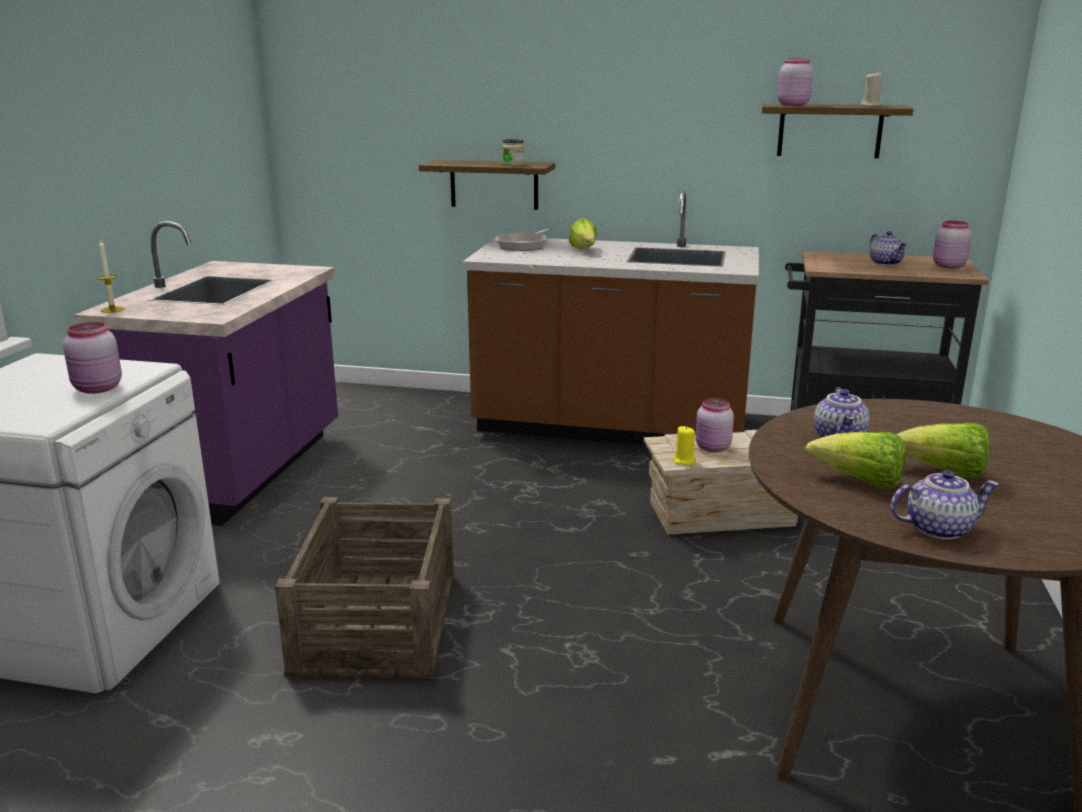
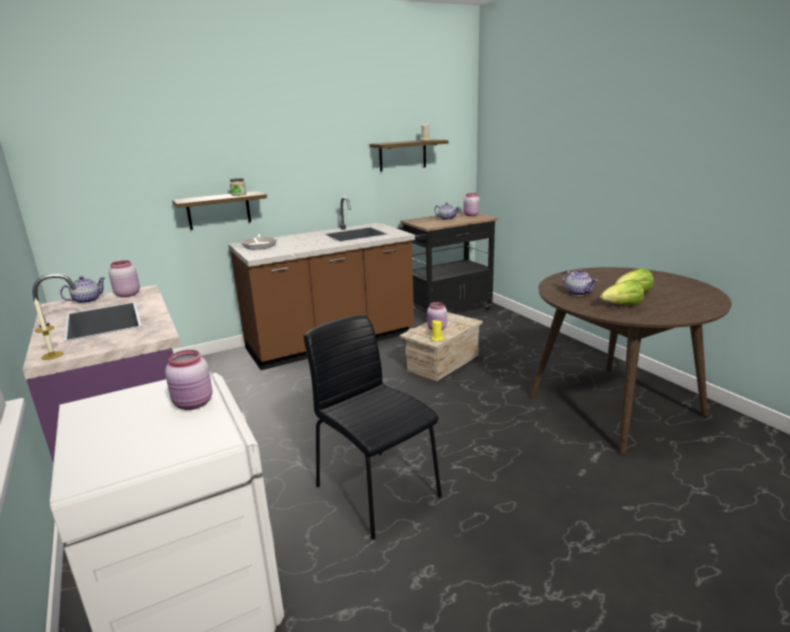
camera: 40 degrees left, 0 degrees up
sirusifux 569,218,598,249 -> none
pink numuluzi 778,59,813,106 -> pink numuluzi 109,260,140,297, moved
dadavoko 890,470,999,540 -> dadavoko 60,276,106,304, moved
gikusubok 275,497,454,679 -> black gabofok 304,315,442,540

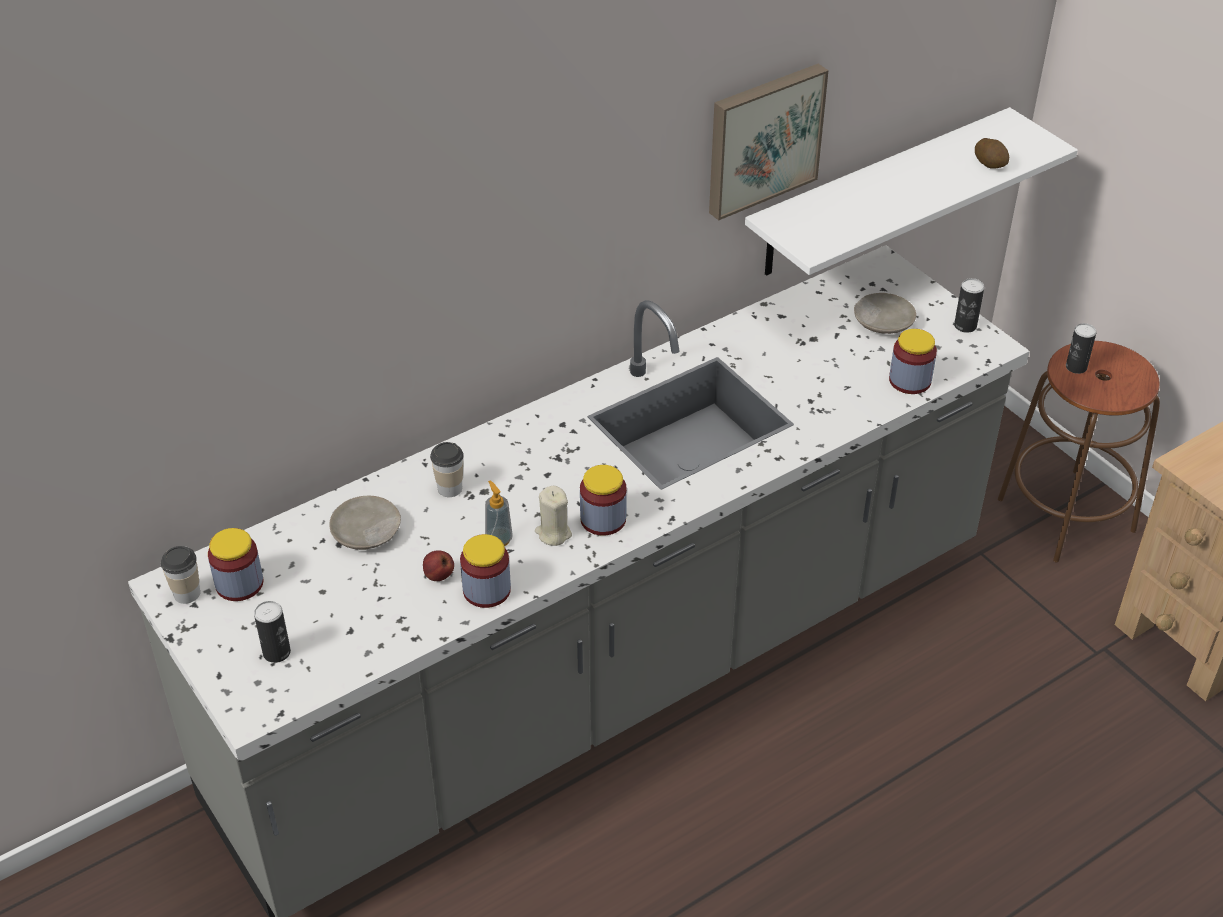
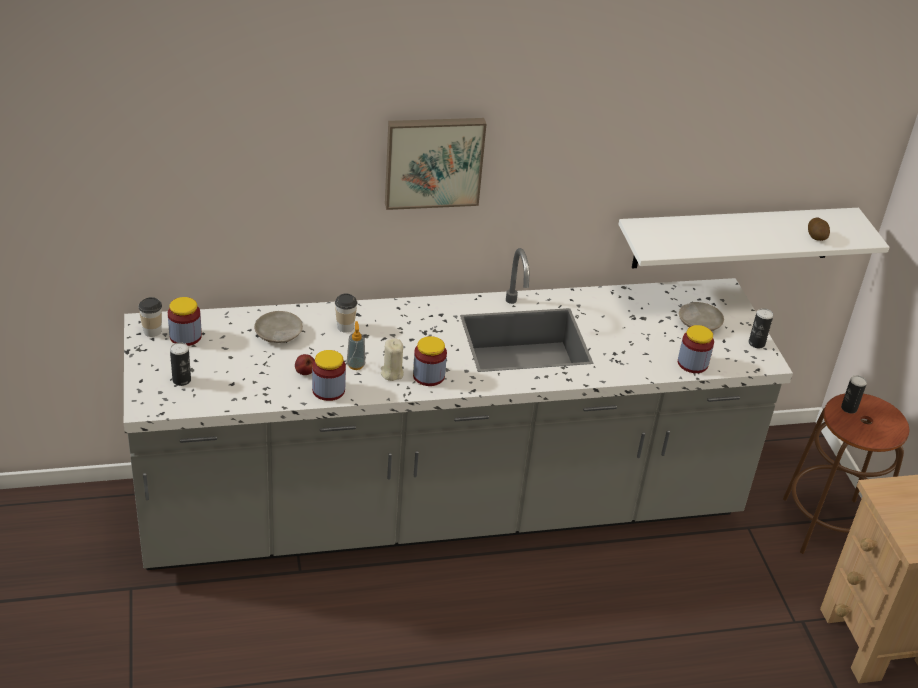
camera: 20 degrees right, 5 degrees down
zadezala 709,64,829,221 -> zadezala 385,118,486,210, moved

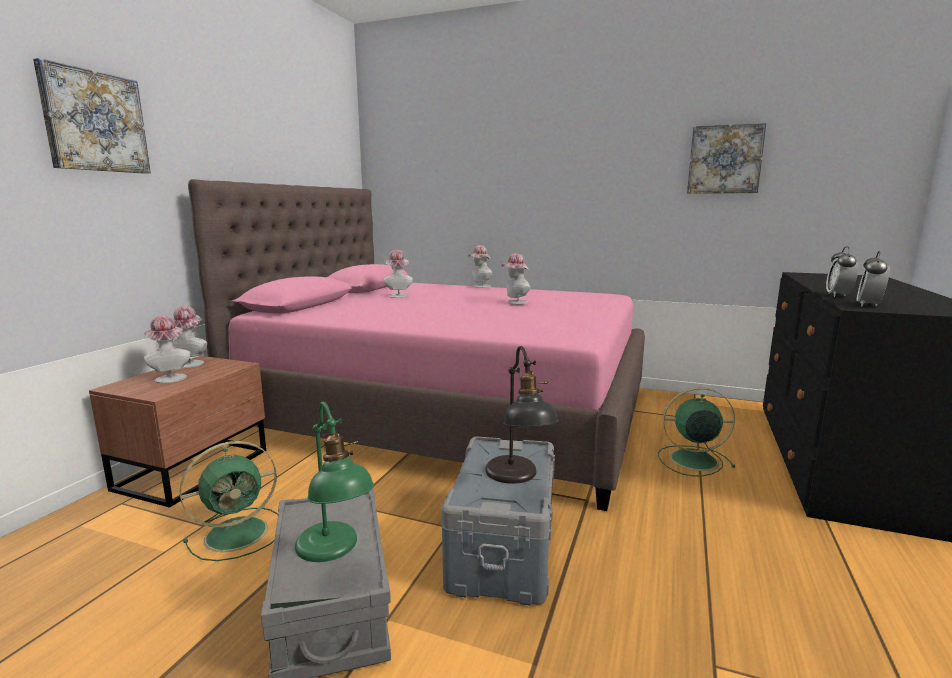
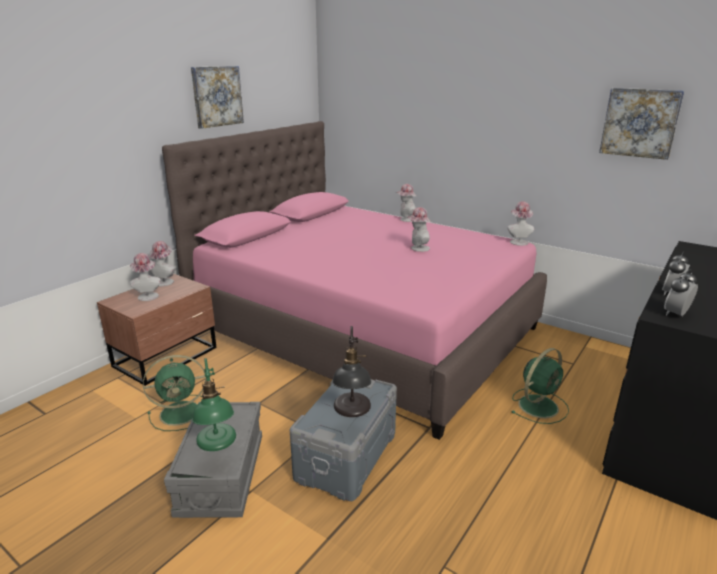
camera: 15 degrees right, 10 degrees up
zadezala 33,58,151,174 -> zadezala 191,66,244,129, moved
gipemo 383,250,413,298 -> gipemo 507,201,534,246, moved
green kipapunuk 658,387,735,476 -> green kipapunuk 511,348,569,424, 120 degrees clockwise

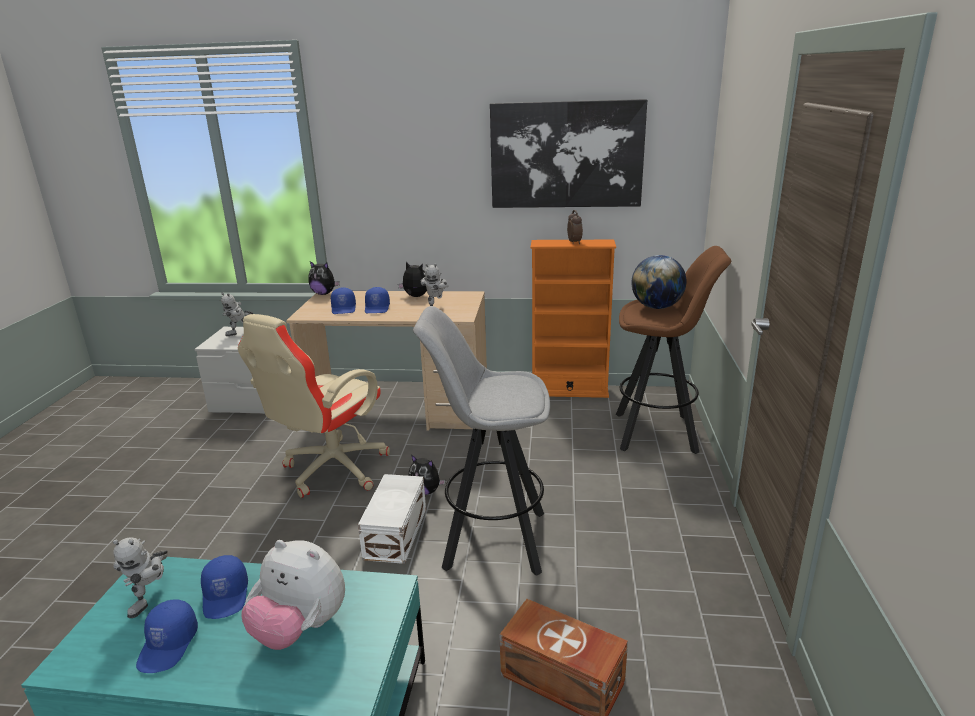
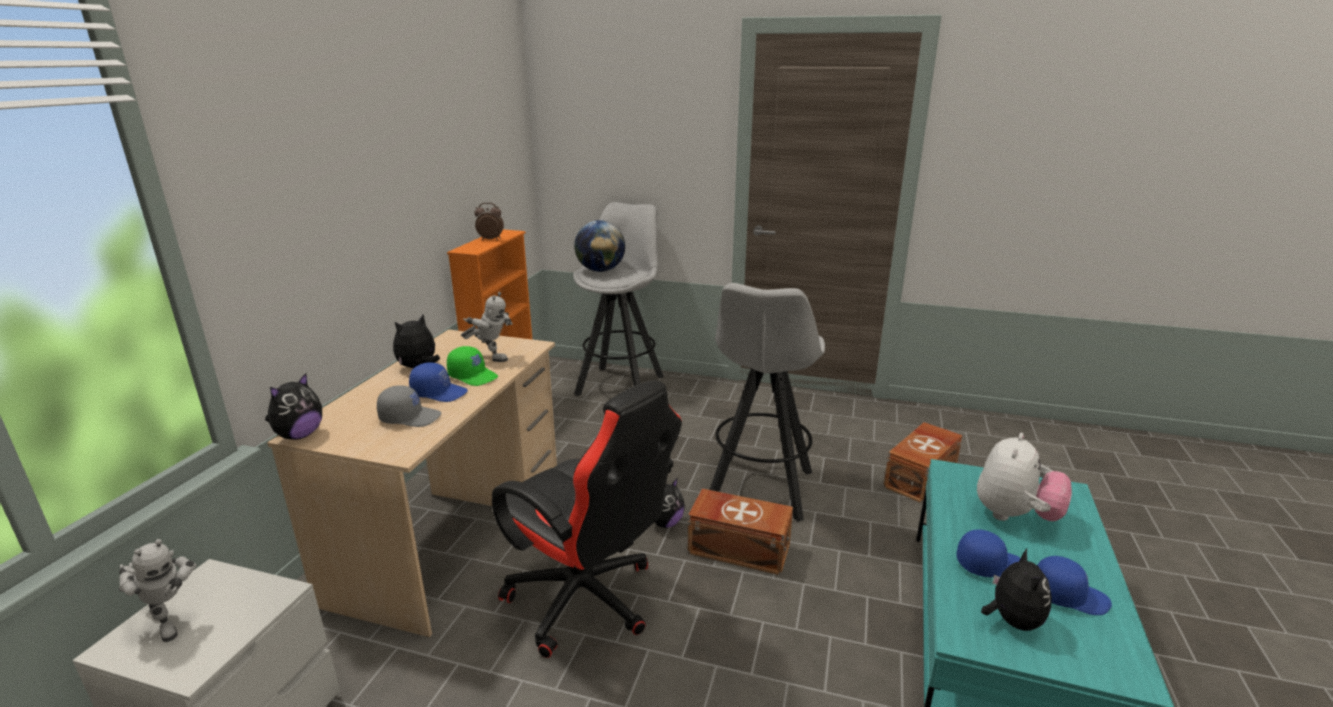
camera: 80 degrees left, 0 degrees up
zadezala 490,99,647,208 -> none
none -> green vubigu 447,346,498,386
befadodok 113,537,168,618 -> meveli 981,549,1052,631
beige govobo 238,314,390,498 -> black govobo 492,380,682,658
blue vubigu 331,287,356,314 -> grey vubigu 377,385,441,427
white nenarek 358,474,426,564 -> brown nenarek 688,488,793,575
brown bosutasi 616,246,731,454 -> grey bosutasi 573,202,664,396

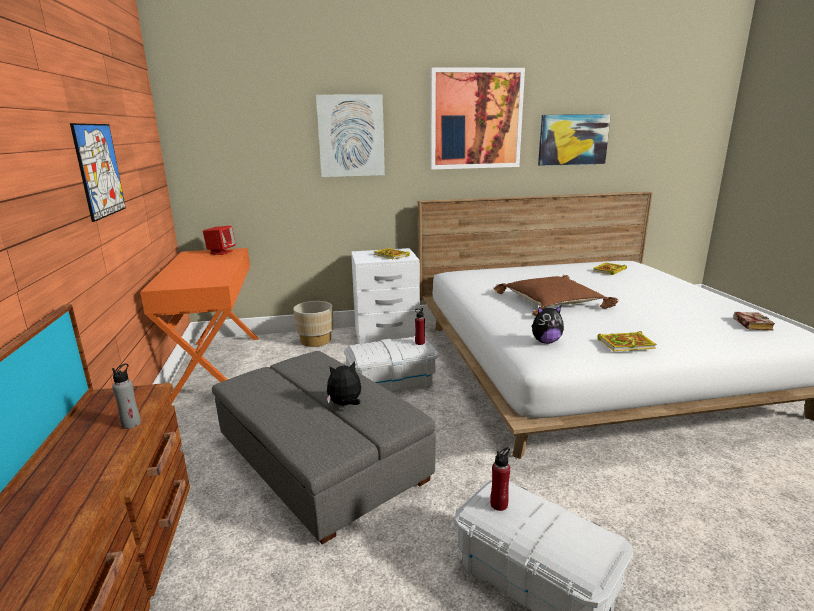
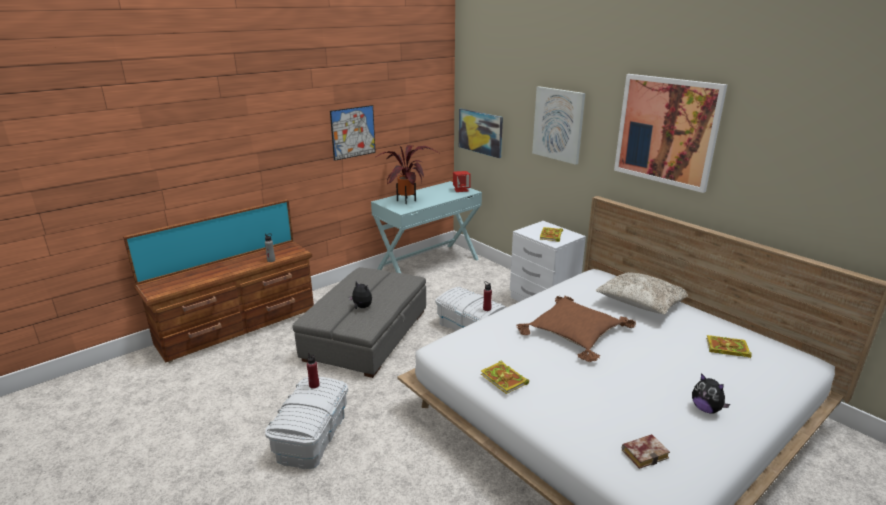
camera: 60 degrees right, 5 degrees up
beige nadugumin 293,301,333,347 -> none
none -> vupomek 376,144,439,204
none -> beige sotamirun 596,272,688,315
meveli 531,306,564,344 -> meveli 692,373,730,413, moved
zadezala 538,114,611,166 -> zadezala 459,109,503,158, moved
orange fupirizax 140,248,259,404 -> turquoise fupirizax 371,181,482,273

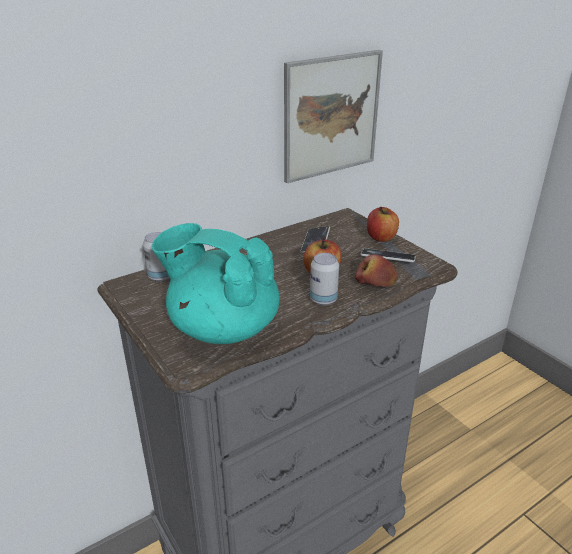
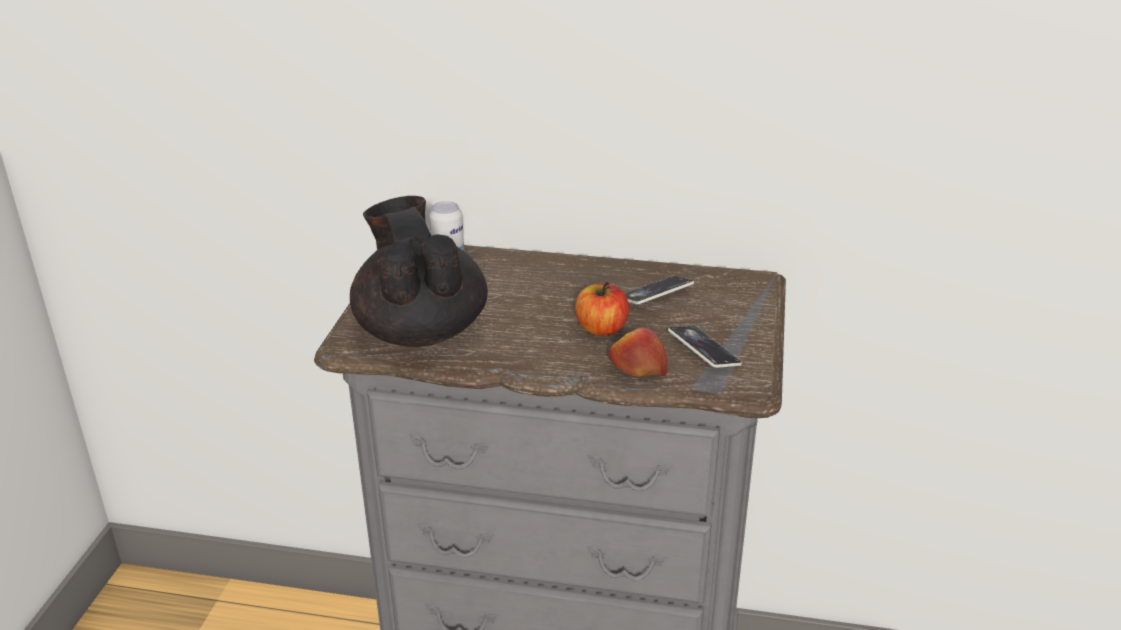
camera: 45 degrees right, 0 degrees up
zadezala 284,50,383,183 -> none
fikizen 310,253,339,305 -> none
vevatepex 367,207,399,242 -> none
turquoise dadavoko 152,223,279,344 -> black dadavoko 350,196,488,347

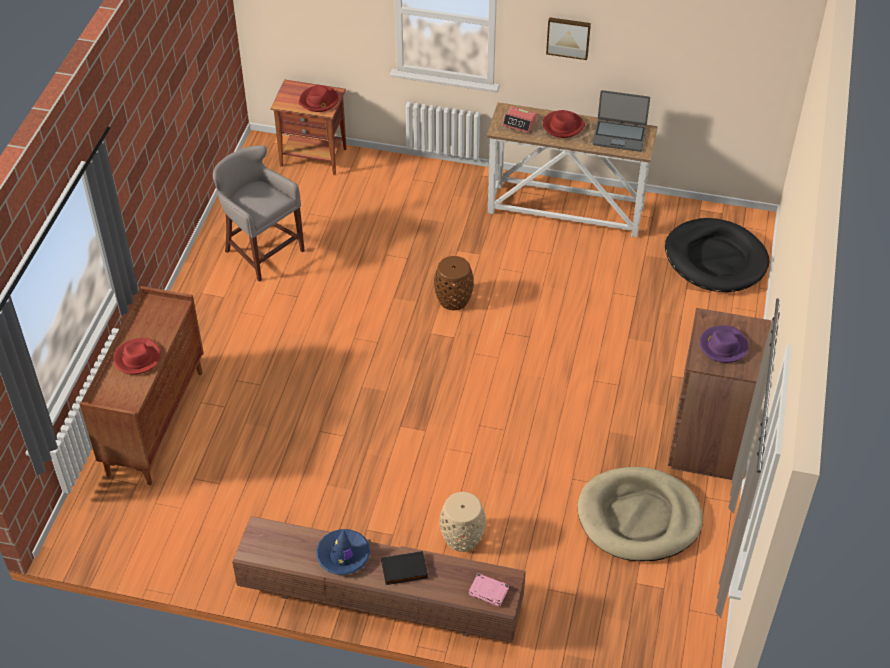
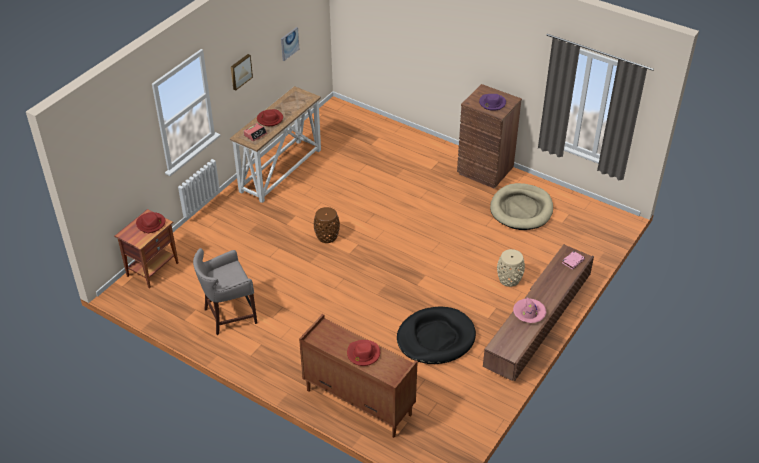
camera: 70 degrees left, 5 degrees down
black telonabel 381,551,428,585 -> none
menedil 592,90,650,152 -> none
none -> zadezala 281,27,299,61
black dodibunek 665,218,770,292 -> black dodibunek 397,307,476,364, moved
blue gipemo 316,529,370,575 -> pink gipemo 513,297,546,323

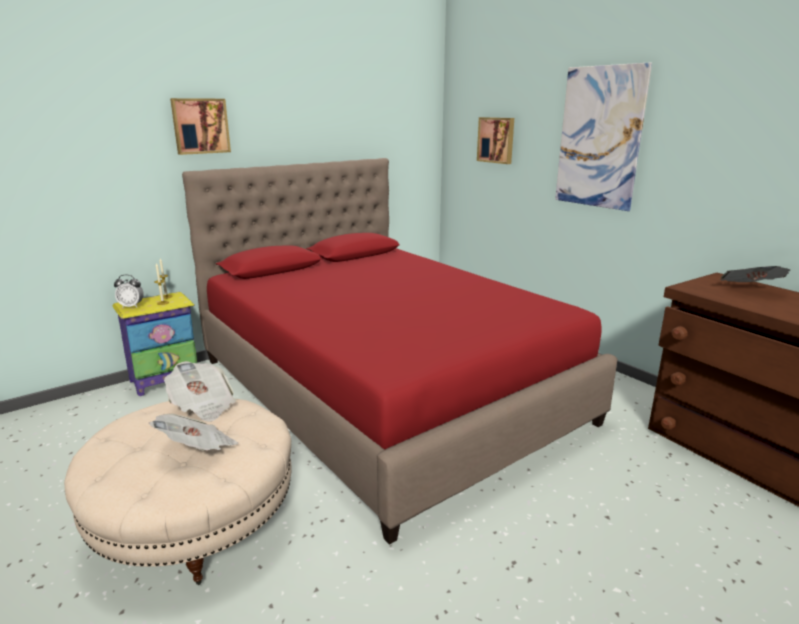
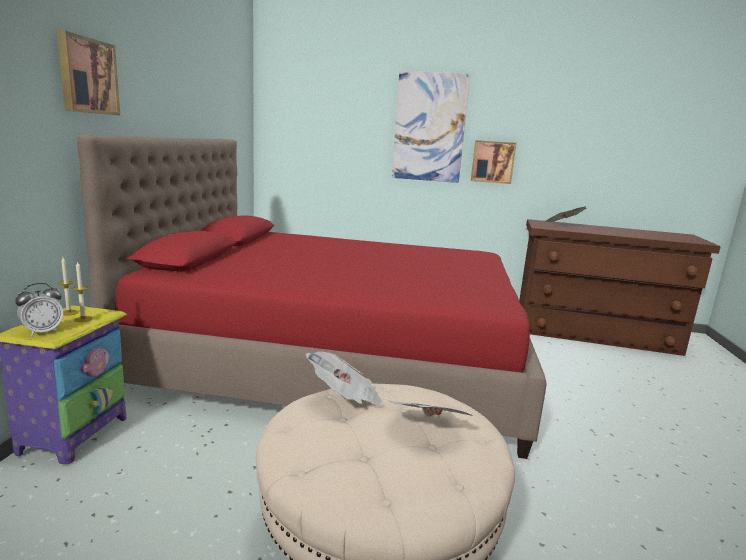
camera: 45 degrees left, 5 degrees down
zadezala 477,117,514,164 -> zadezala 471,140,517,184, moved

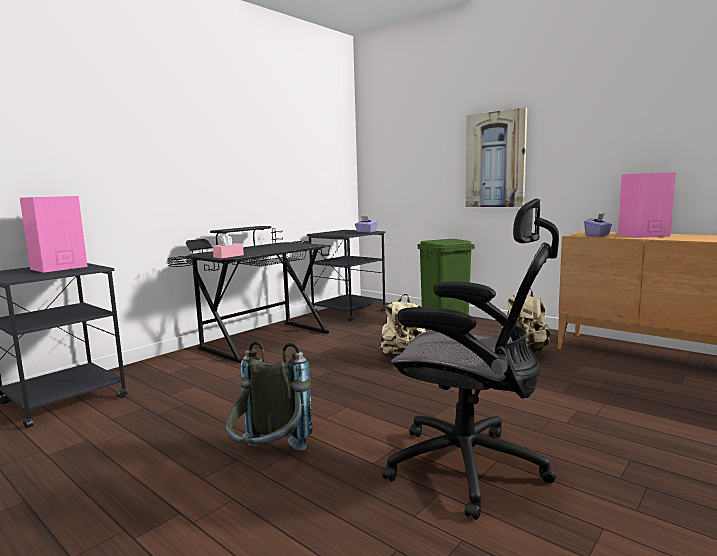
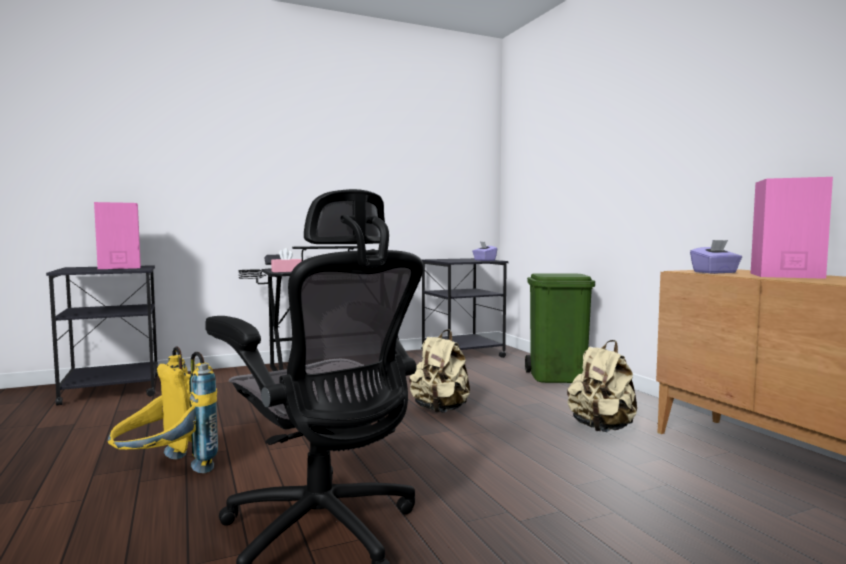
camera: 25 degrees right, 5 degrees down
zadezala 466,107,527,207 -> none
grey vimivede 226,341,312,451 -> yellow vimivede 108,346,218,473

